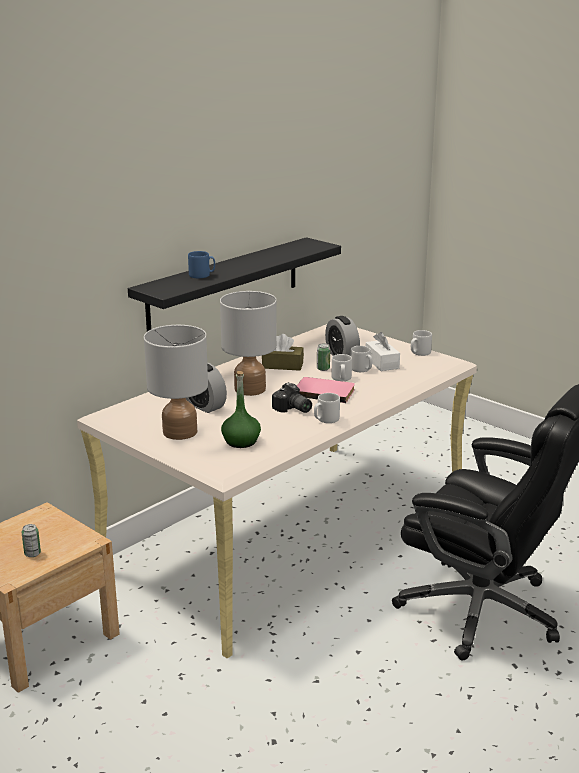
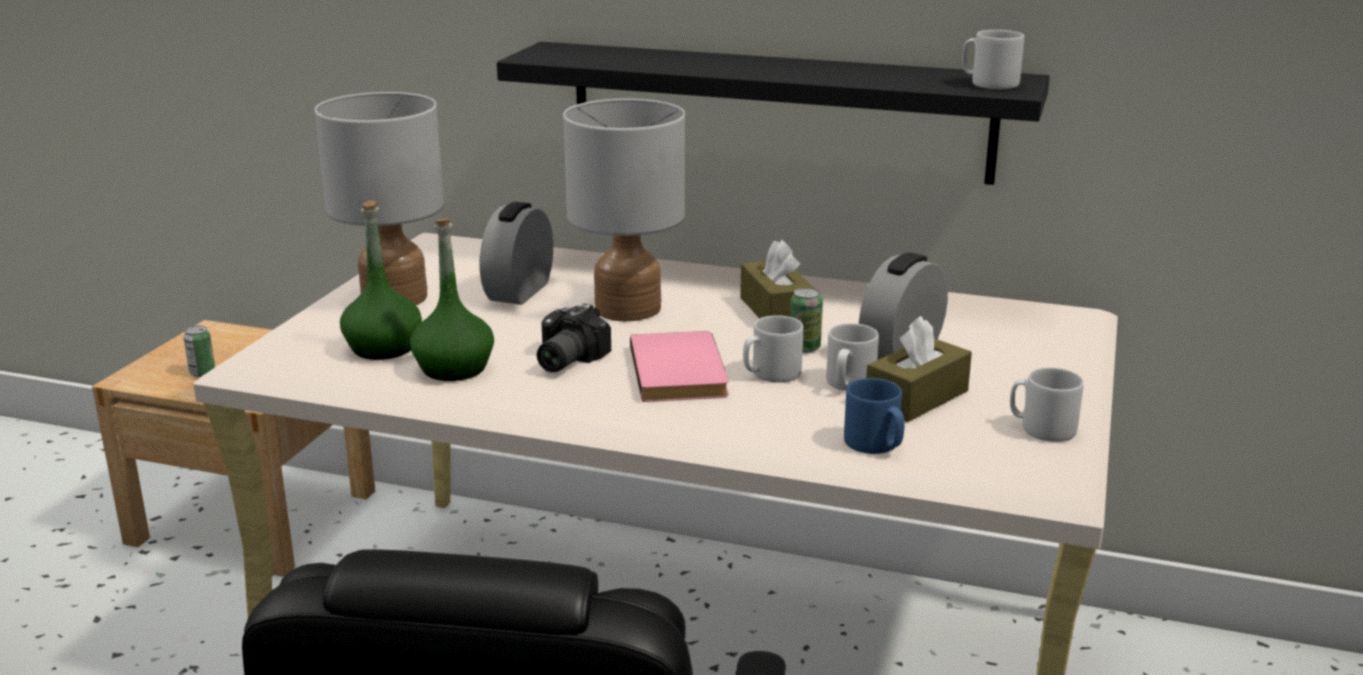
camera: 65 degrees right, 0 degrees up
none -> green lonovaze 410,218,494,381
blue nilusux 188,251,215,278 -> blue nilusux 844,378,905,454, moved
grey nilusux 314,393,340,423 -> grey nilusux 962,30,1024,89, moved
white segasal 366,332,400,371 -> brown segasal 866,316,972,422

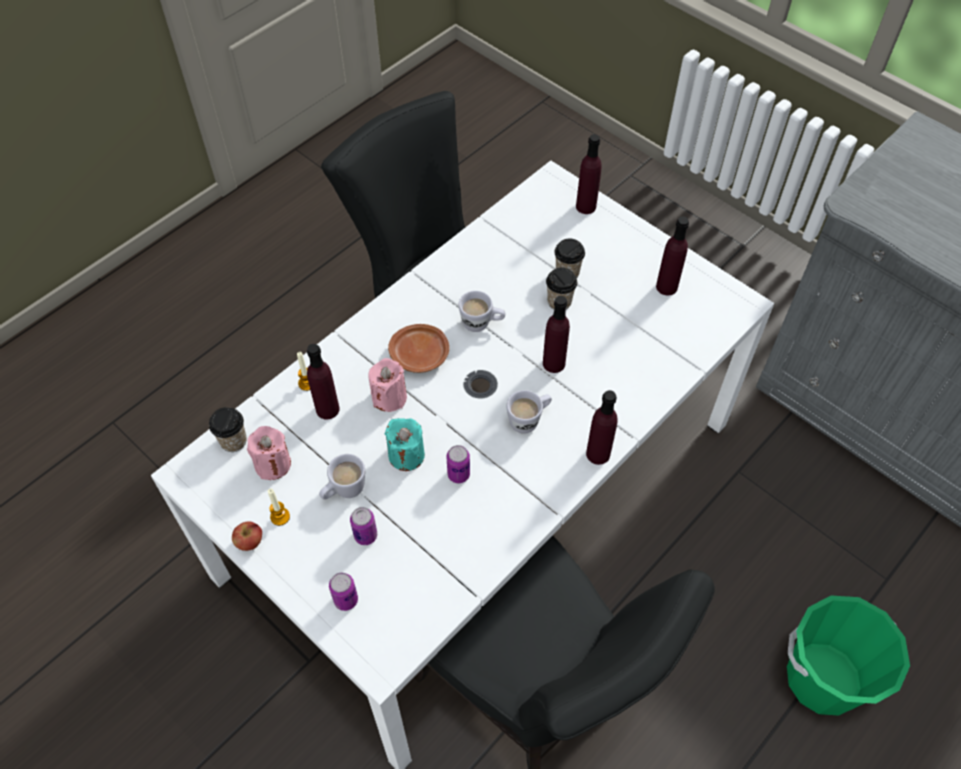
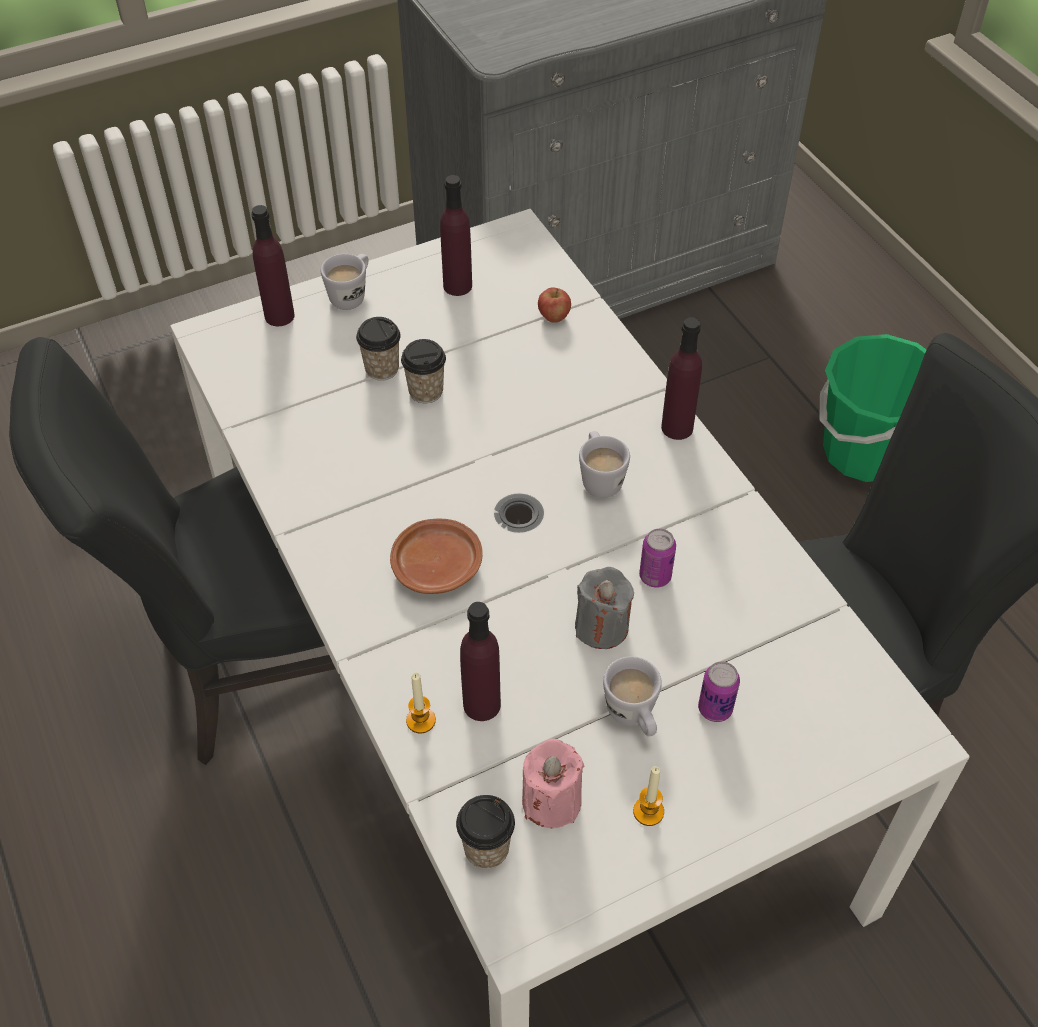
camera: 70 degrees left, 5 degrees down
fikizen 329,573,358,611 -> none
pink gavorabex 368,358,407,412 -> none
purple lonovaze 543,296,570,373 -> none
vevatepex 232,521,262,551 -> vevatepex 538,287,571,323, moved
white nilusux 459,291,505,332 -> white nilusux 321,254,368,310, moved
turquoise gavorabex 385,418,425,471 -> grey gavorabex 575,567,634,649

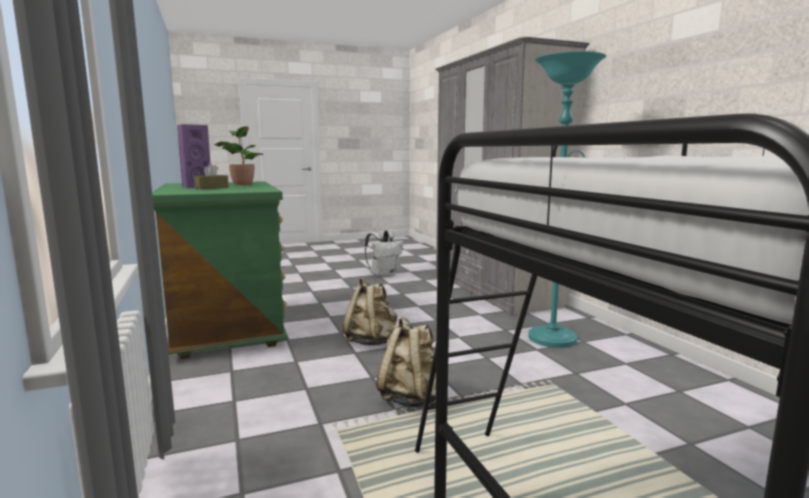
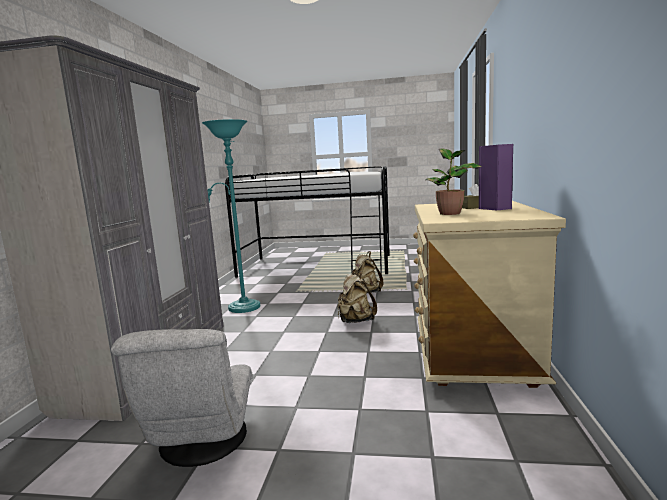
camera: 150 degrees left, 0 degrees up
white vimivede 365,230,403,278 -> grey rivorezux 111,329,253,467
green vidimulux 152,181,289,359 -> beige vidimulux 413,201,566,388

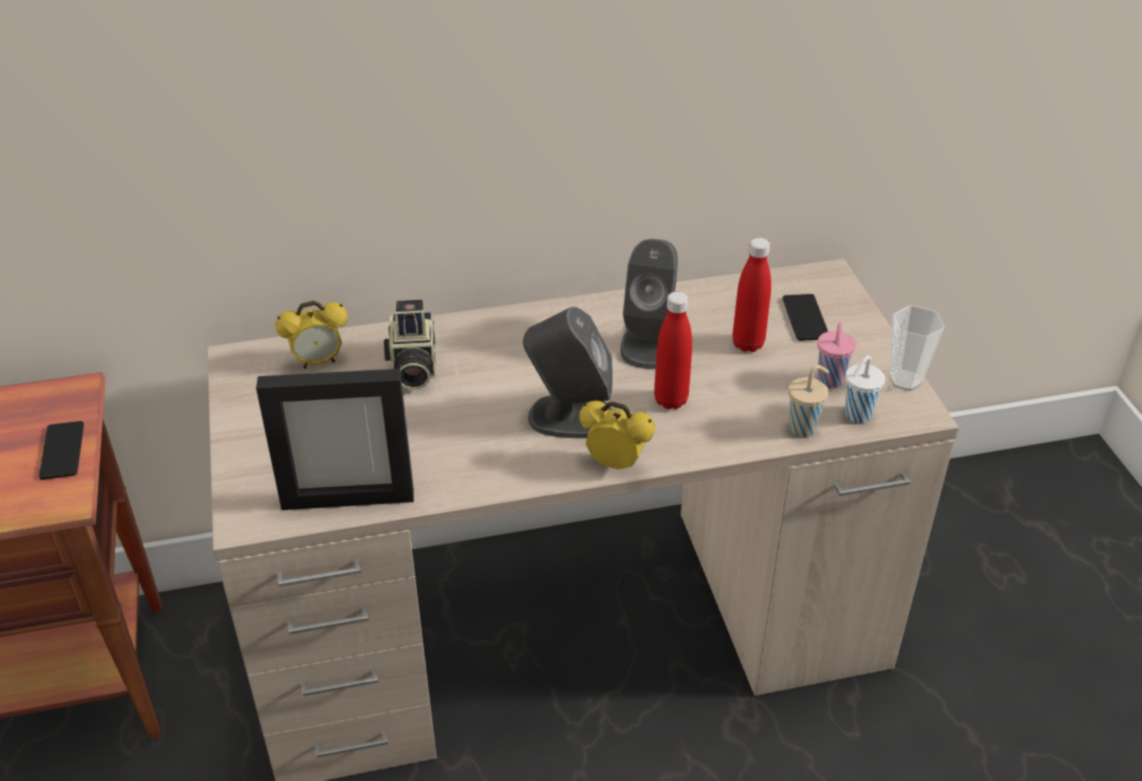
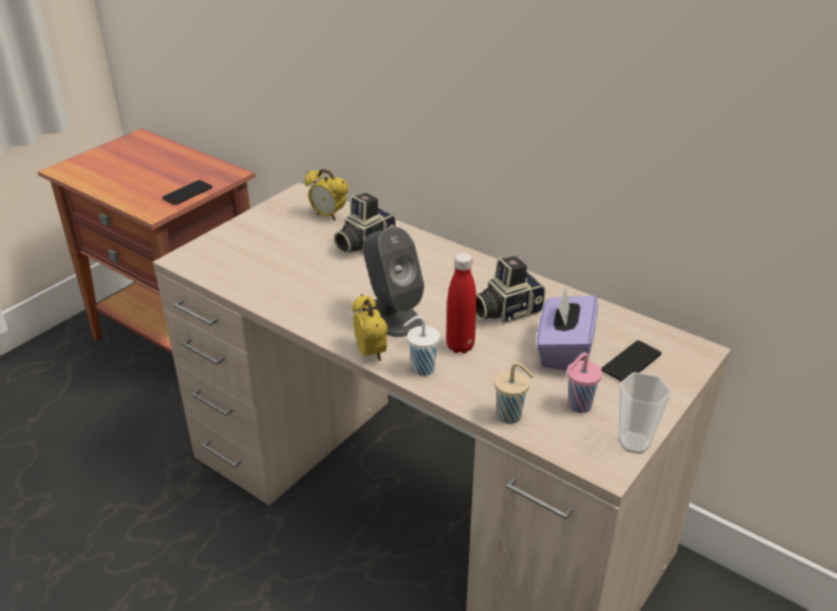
camera: 50 degrees right, 5 degrees down
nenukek 256,369,414,510 -> none
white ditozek 845,355,885,423 -> white ditozek 404,316,440,376, moved
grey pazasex 620,239,678,369 -> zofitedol 476,256,545,324
red lonovaze 732,238,771,352 -> purple segasal 537,288,598,371

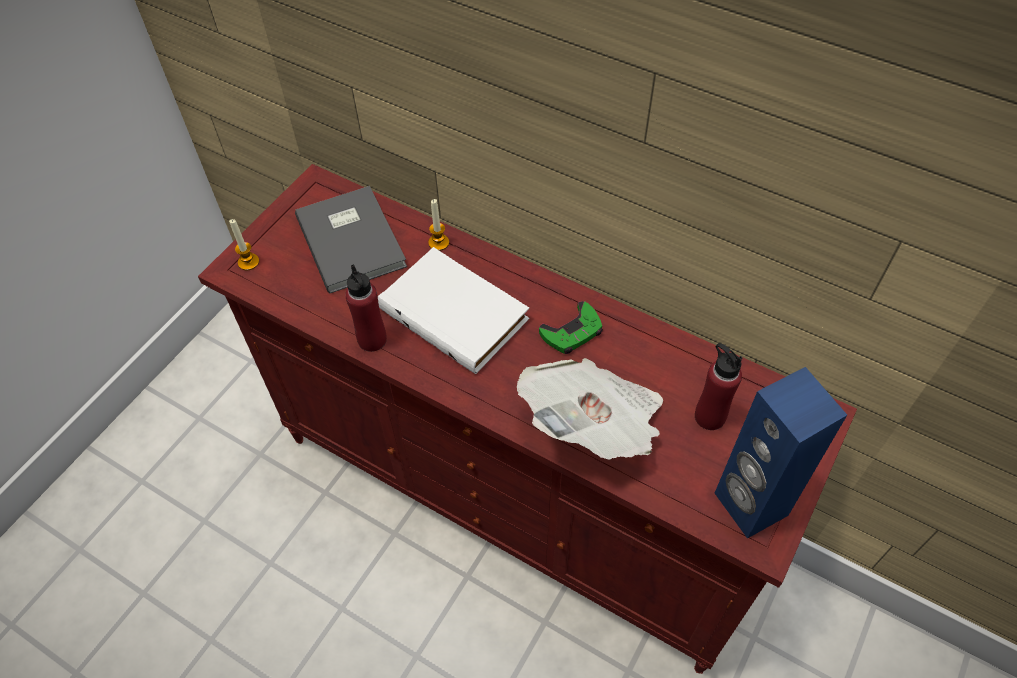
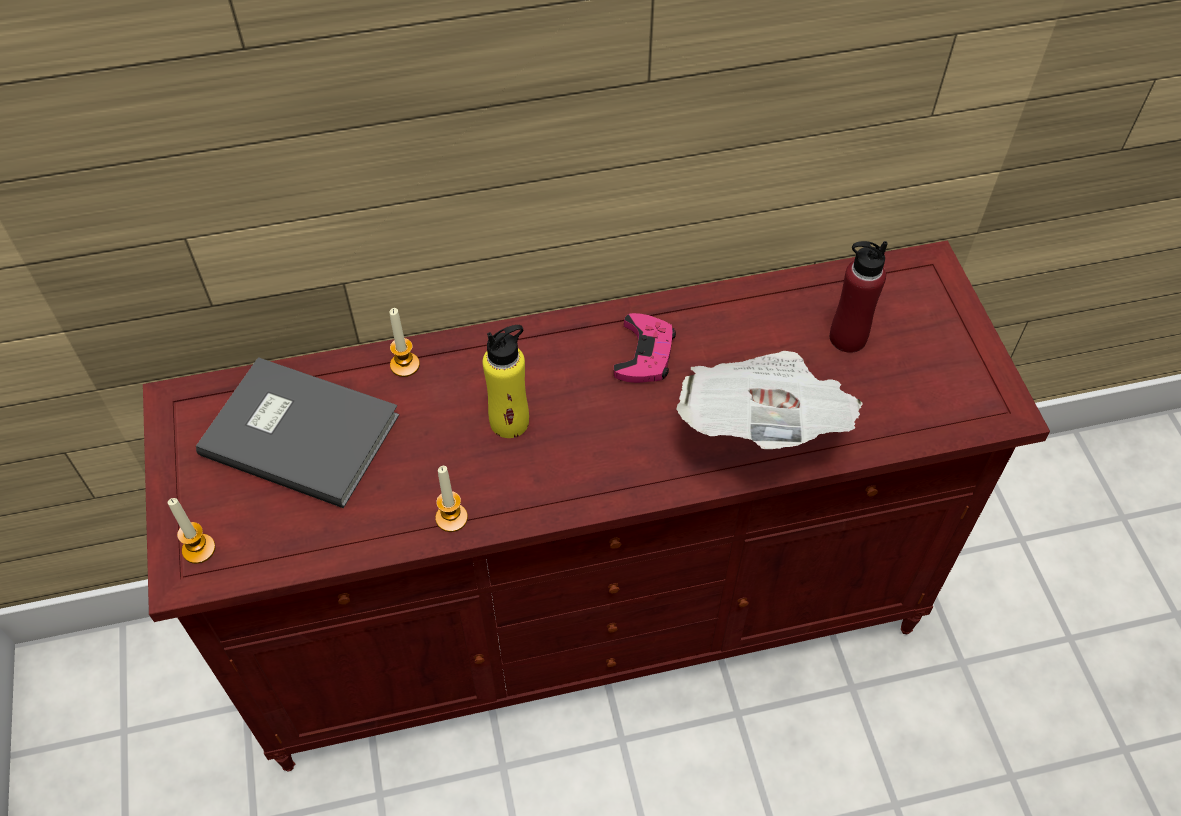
camera: 45 degrees left, 0 degrees up
blue pazasex 715,367,847,539 -> none
red lonovaze 345,264,387,352 -> gavorabex 435,466,468,532
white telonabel 378,247,529,374 -> yellow lonovaze 482,325,529,438
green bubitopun 539,301,603,354 -> pink bubitopun 614,313,676,383

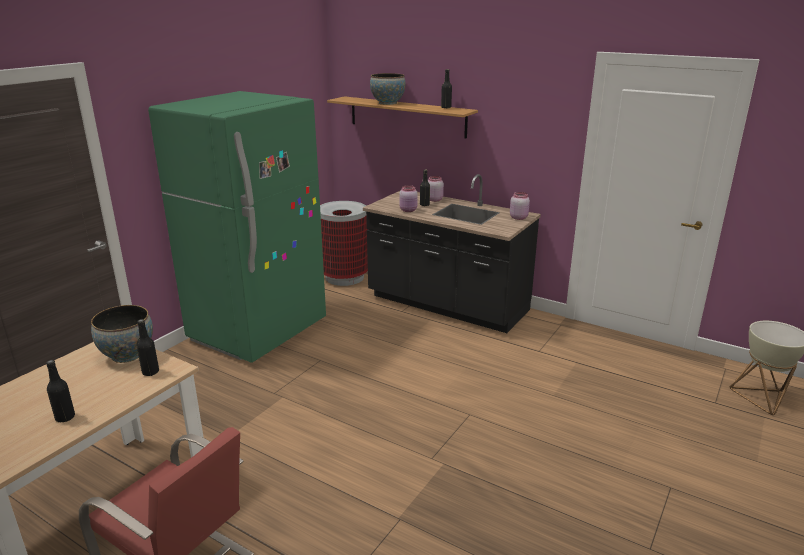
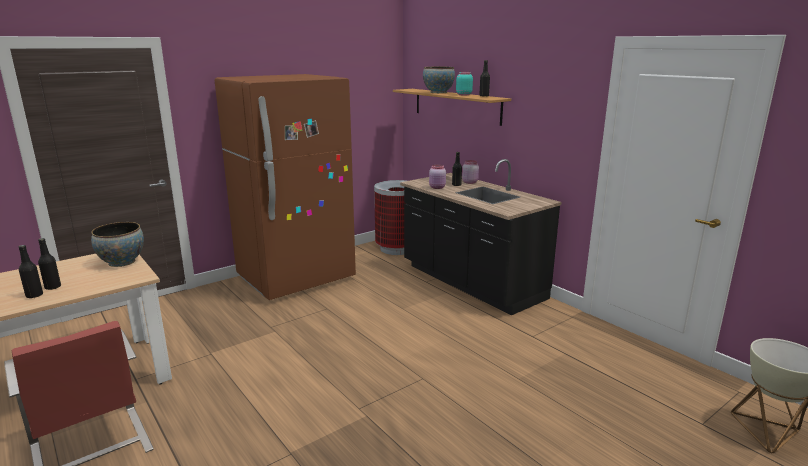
camera: 20 degrees right, 5 degrees down
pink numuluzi 510,192,530,220 -> none
none -> turquoise numuluzi 456,72,473,95
black lonovaze 136,319,159,376 -> black lonovaze 38,238,61,290, moved
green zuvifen 148,91,326,363 -> brown zuvifen 215,74,356,300

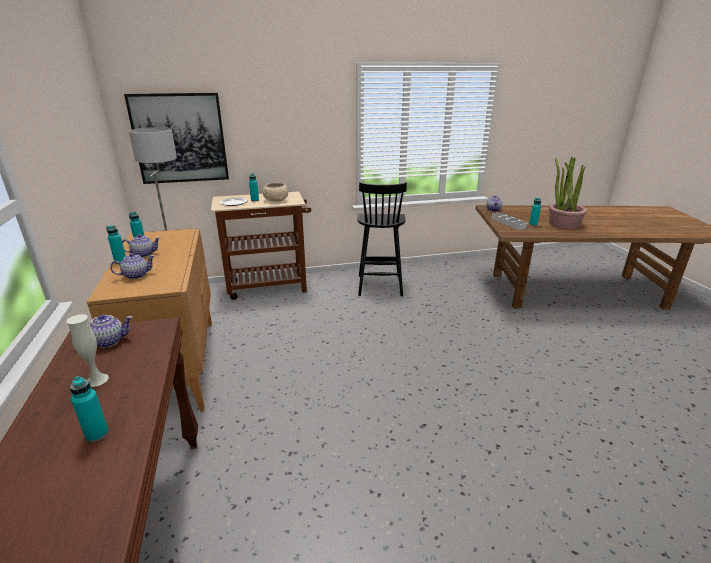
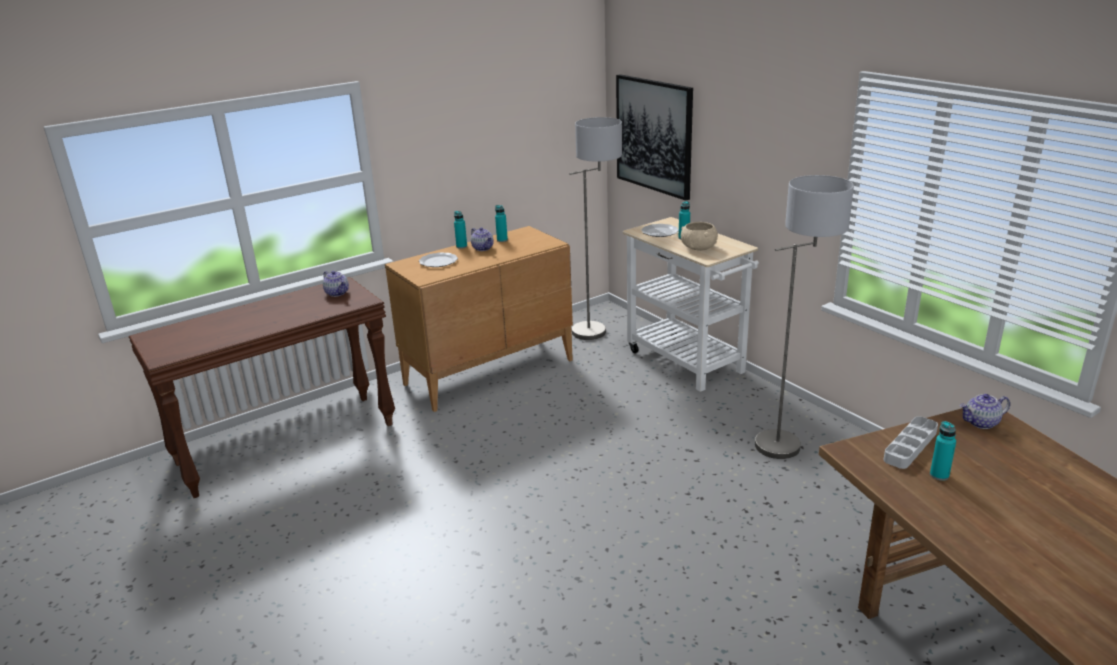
camera: 70 degrees right, 0 degrees up
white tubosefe 66,314,109,387 -> none
turquoise lonovaze 70,376,109,442 -> none
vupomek 549,157,588,229 -> none
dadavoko 110,253,155,279 -> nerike 419,252,458,267
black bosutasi 357,182,407,297 -> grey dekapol 755,175,854,459
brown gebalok 211,192,311,300 -> white gebalok 623,217,759,392

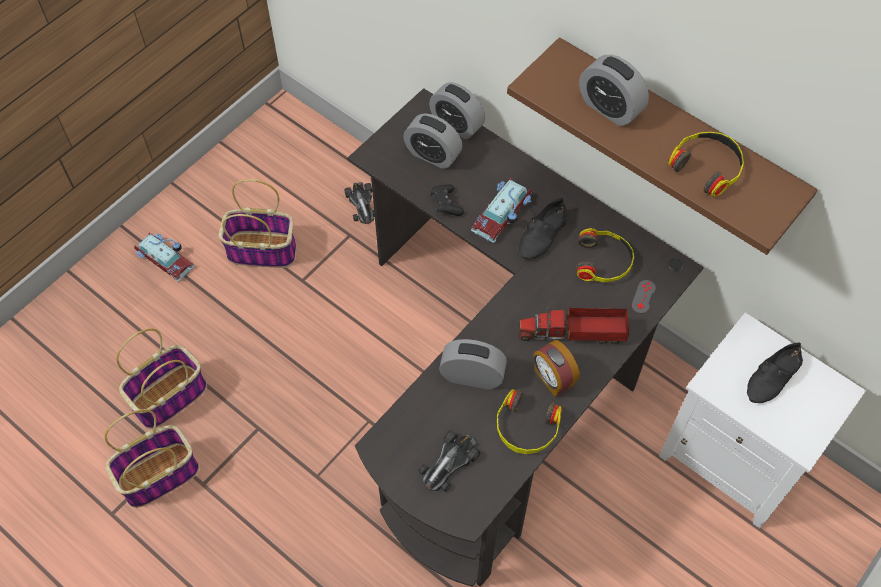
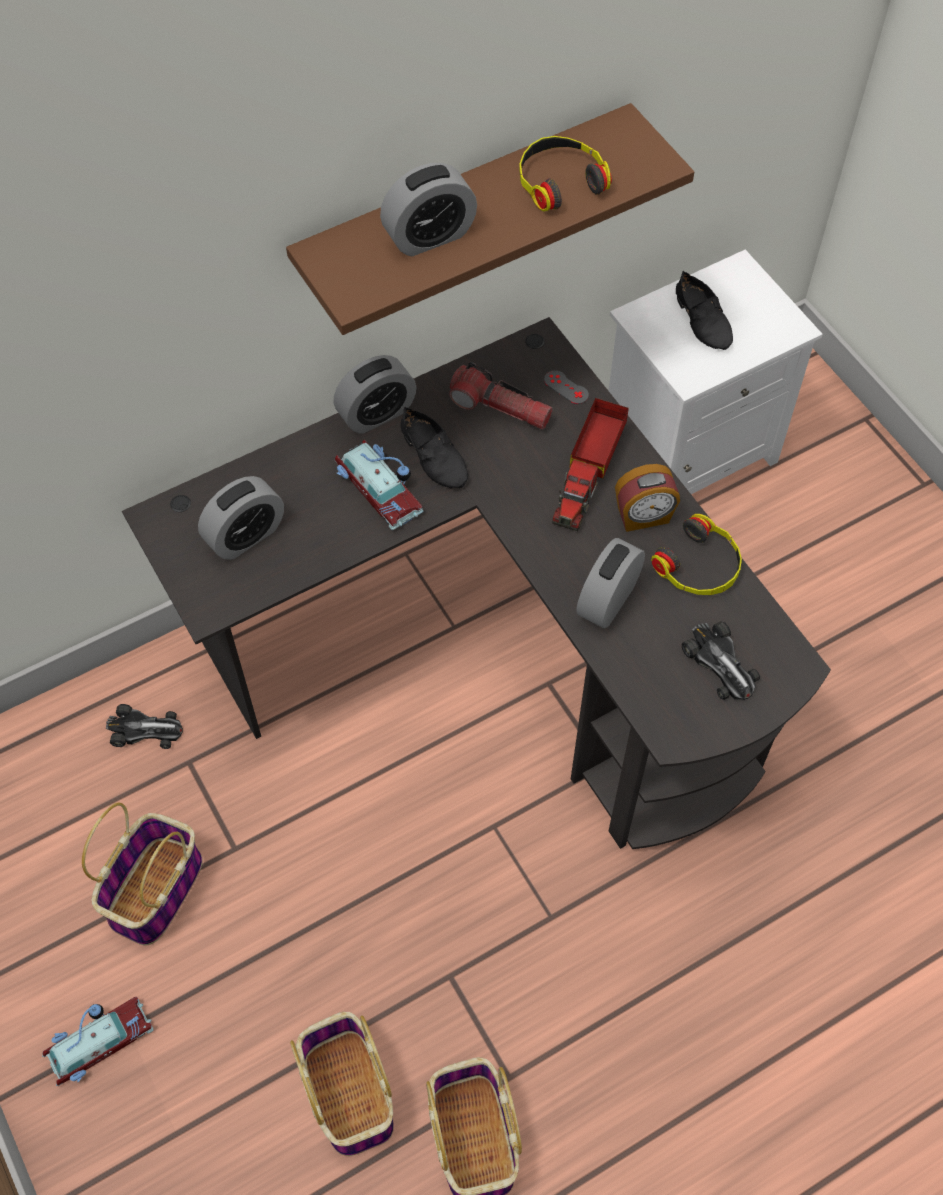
camera: 70 degrees left, 0 degrees up
black bubitopun 431,184,464,216 -> none
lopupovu 429,82,485,139 -> lopupovu 334,355,416,434, moved
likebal 576,228,634,283 -> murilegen 449,362,553,430

